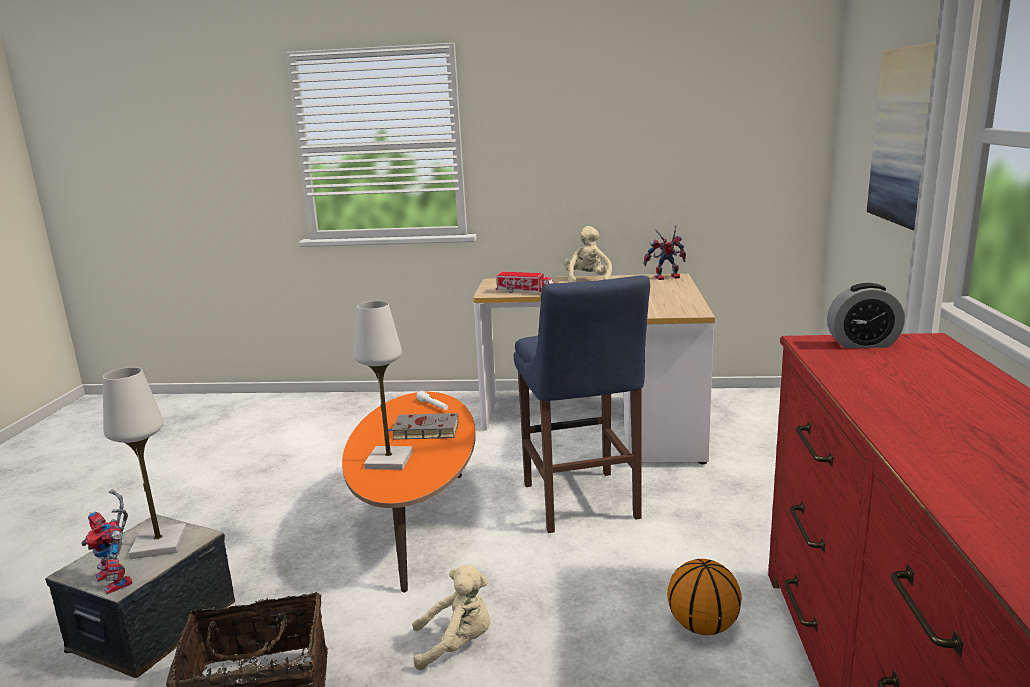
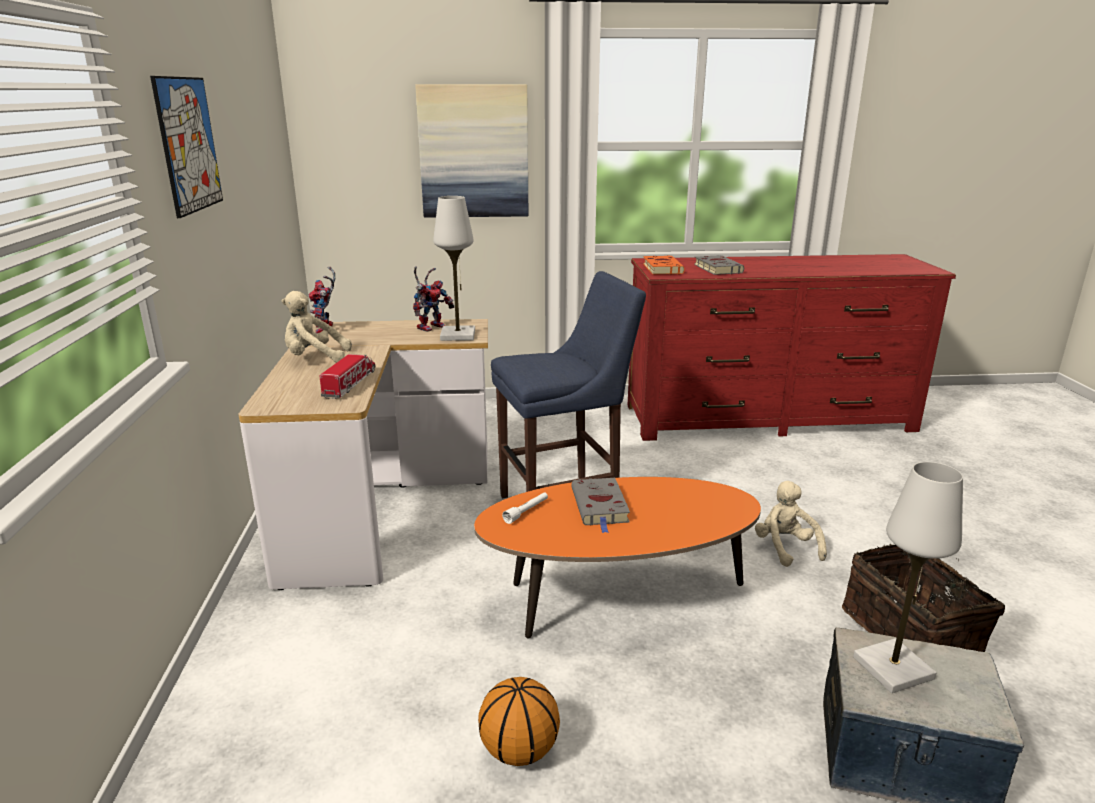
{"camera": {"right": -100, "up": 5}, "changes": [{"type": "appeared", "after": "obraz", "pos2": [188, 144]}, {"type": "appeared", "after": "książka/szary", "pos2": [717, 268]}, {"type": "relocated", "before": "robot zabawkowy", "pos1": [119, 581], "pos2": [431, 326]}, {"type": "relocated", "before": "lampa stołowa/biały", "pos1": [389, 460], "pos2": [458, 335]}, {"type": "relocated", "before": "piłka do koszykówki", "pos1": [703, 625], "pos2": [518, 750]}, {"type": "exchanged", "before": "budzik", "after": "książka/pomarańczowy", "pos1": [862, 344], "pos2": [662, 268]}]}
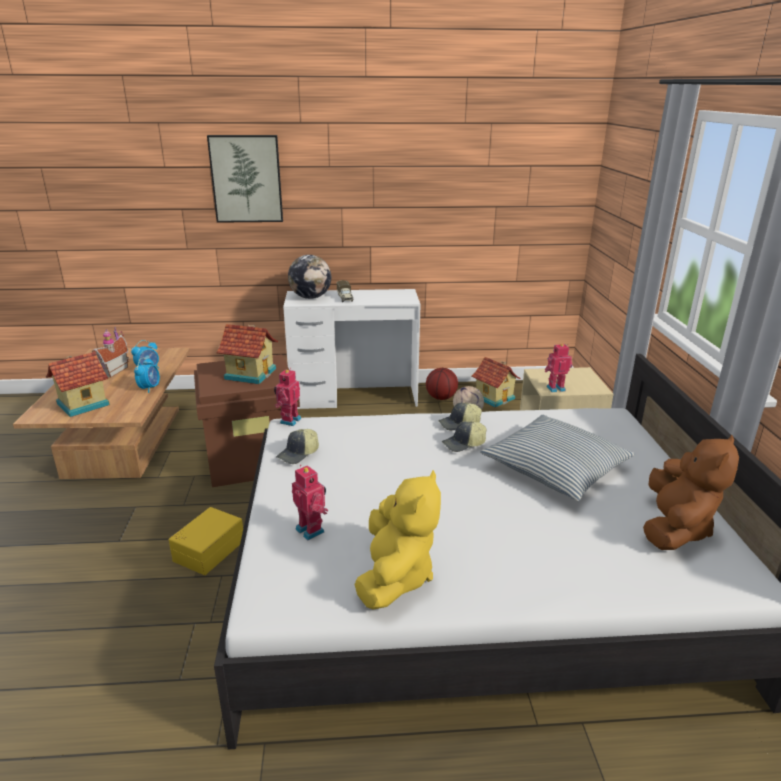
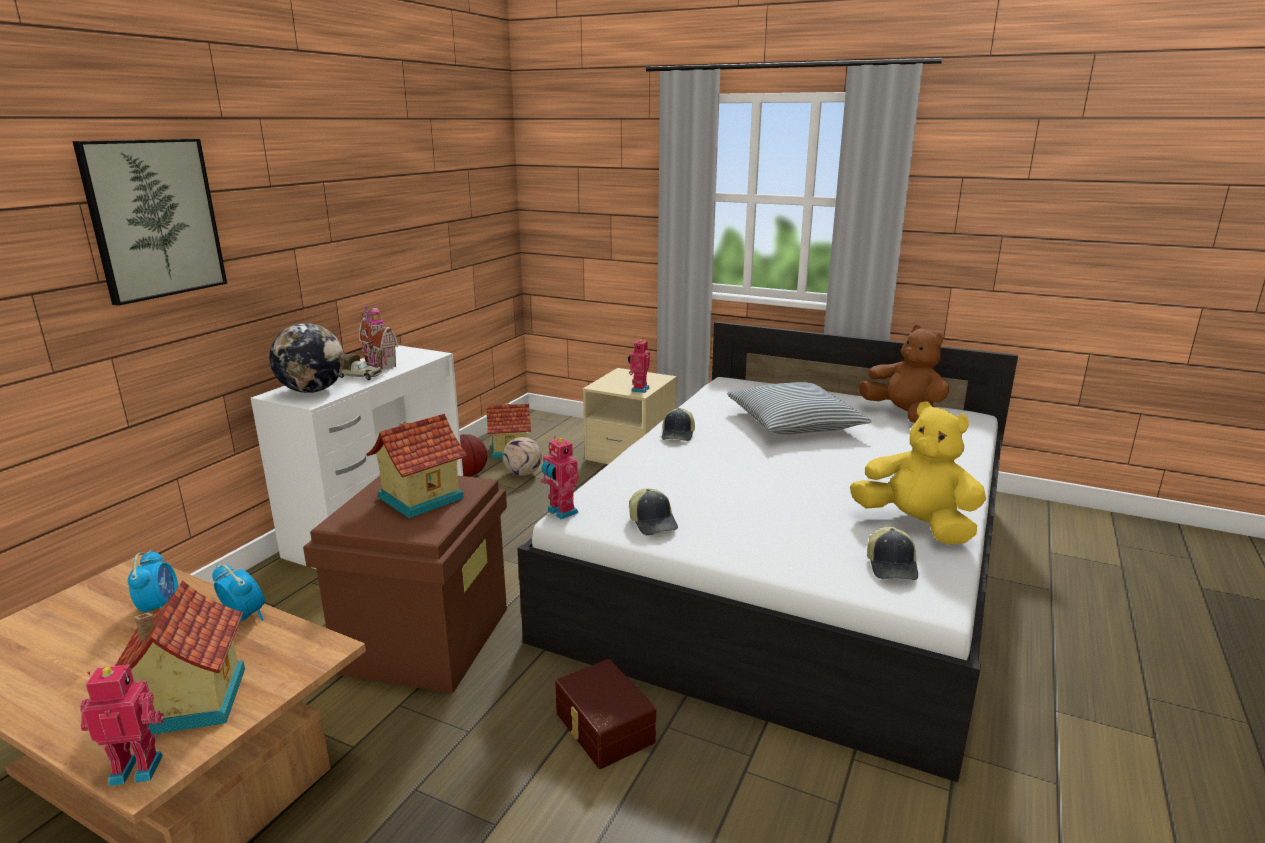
{"camera": {"right": -60, "up": -5}, "changes": [{"type": "relocated", "before": "domek", "pos1": [112, 371], "pos2": [377, 365]}, {"type": "relocated", "before": "robot zabawkowy", "pos1": [311, 529], "pos2": [137, 767]}, {"type": "relocated", "before": "czapka z daszkiem", "pos1": [464, 444], "pos2": [892, 566]}, {"type": "colour", "before": "pojemnik do przechowywania/żółty", "after": "pojemnik do przechowywania/brązowy", "pos1": [208, 550], "pos2": [602, 728]}]}
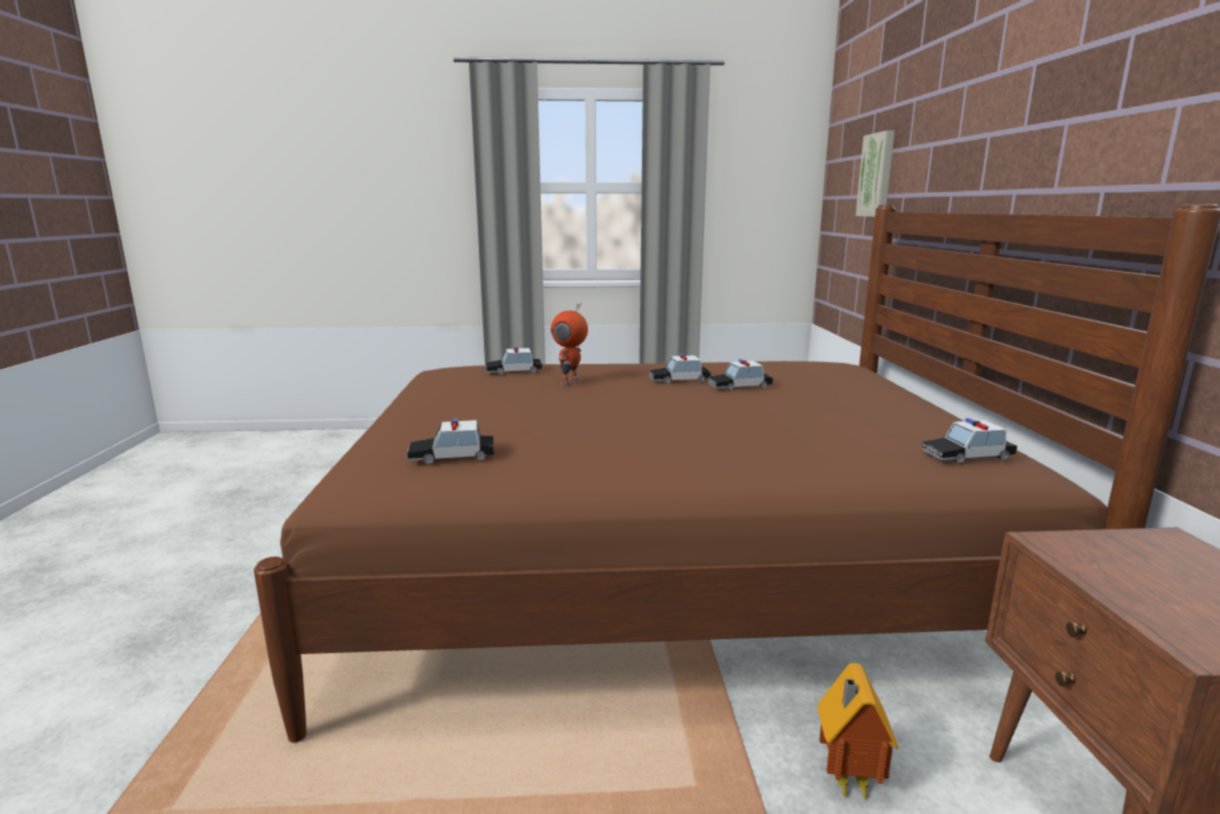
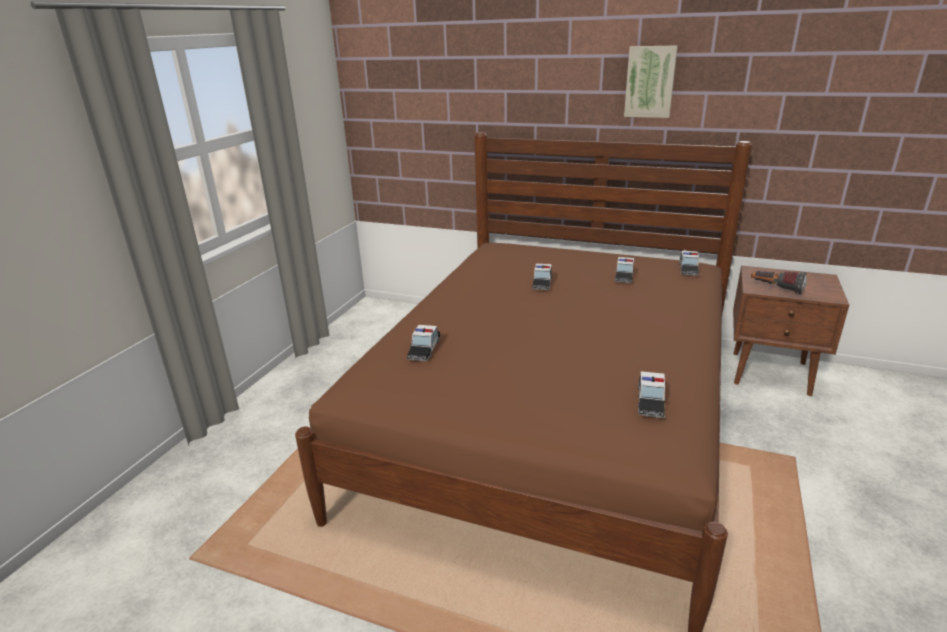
{"camera": {"right": -65, "up": 10}, "changes": [{"type": "missing", "before": "robot zabawkowy", "pos1": [570, 382]}, {"type": "missing", "before": "domek", "pos1": [846, 781]}, {"type": "appeared", "after": "latarka", "pos2": [775, 289]}, {"type": "relocated", "before": "samochodzik", "pos1": [679, 380], "pos2": [624, 276]}, {"type": "relocated", "before": "obraz", "pos1": [877, 175], "pos2": [650, 82]}]}
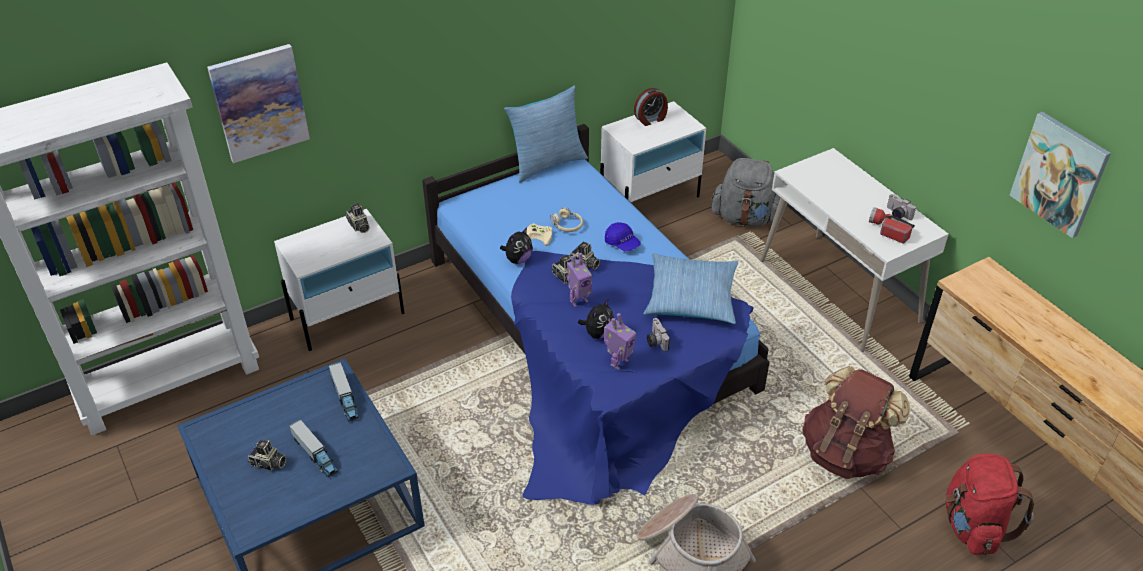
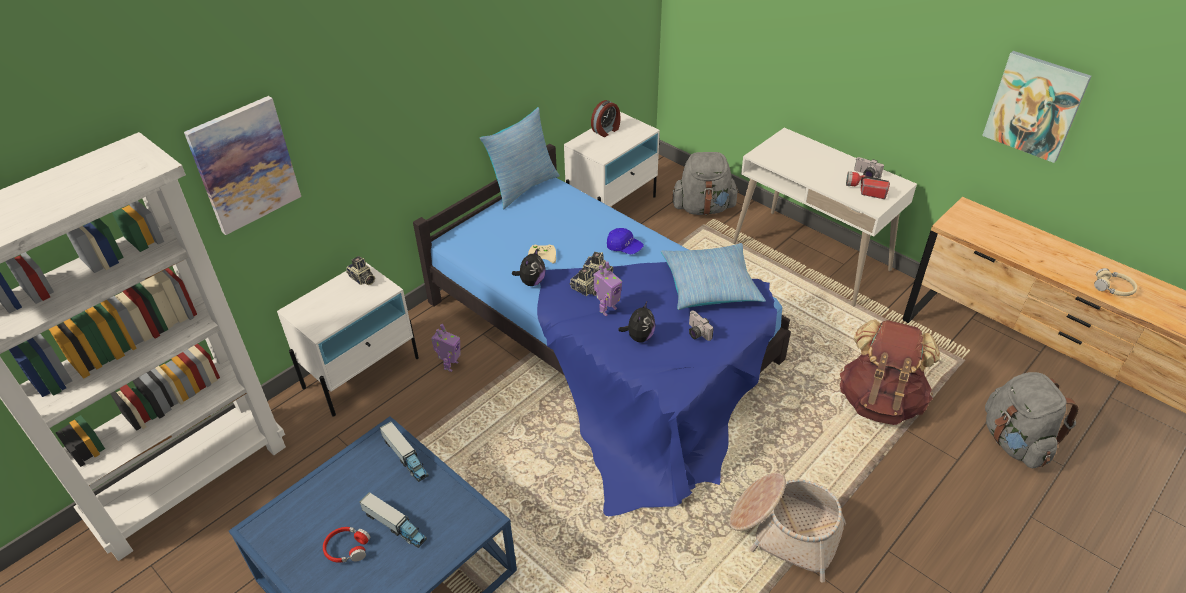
{"camera": {"right": -15, "up": 0}, "changes": [{"type": "relocated", "before": "słuchawki/beżowy", "pos1": [567, 225], "pos2": [1113, 288]}, {"type": "relocated", "before": "robot zabawkowy", "pos1": [618, 362], "pos2": [450, 365]}, {"type": "exchanged", "before": "aparat fotograficzny", "after": "słuchawki/czerwony", "pos1": [268, 464], "pos2": [347, 548]}, {"type": "colour", "before": "plecak/czerwony", "after": "plecak/szary", "pos1": [973, 526], "pos2": [1015, 442]}]}
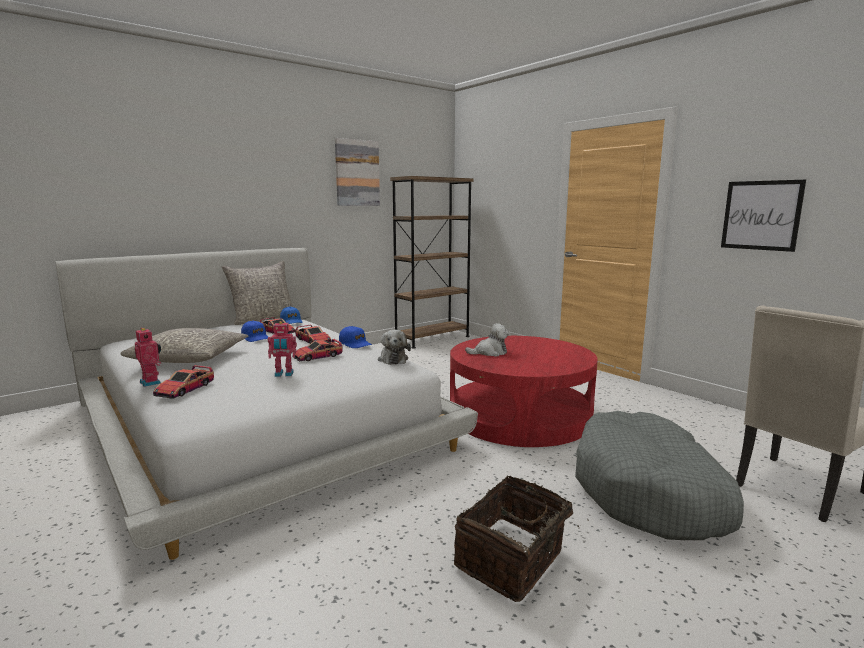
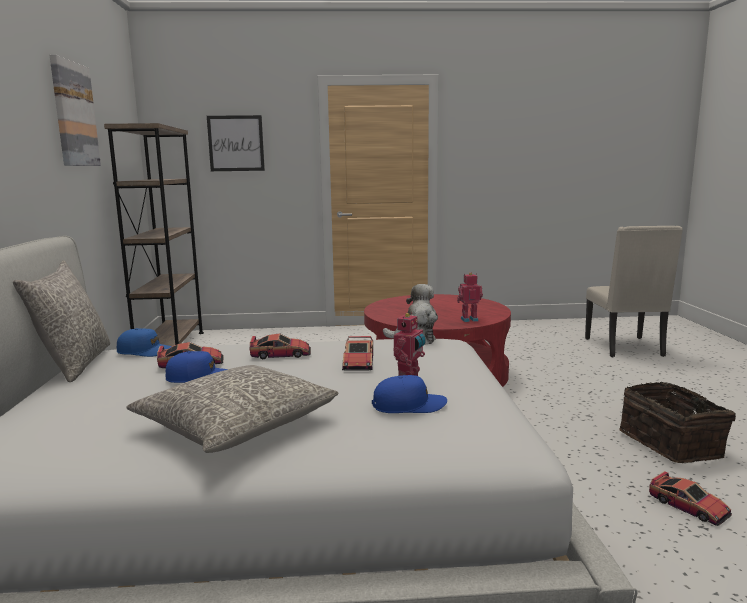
{"camera": {"right": -55, "up": 0}, "changes": [{"type": "missing", "before": "legowisko/szary", "pos1": [650, 493]}, {"type": "relocated", "before": "robot zabawkowy", "pos1": [152, 382], "pos2": [469, 319]}, {"type": "relocated", "before": "samochodzik", "pos1": [184, 389], "pos2": [689, 506]}, {"type": "relocated", "before": "czapka z daszkiem/niebieski", "pos1": [355, 344], "pos2": [409, 405]}, {"type": "relocated", "before": "obraz", "pos1": [761, 215], "pos2": [236, 143]}]}
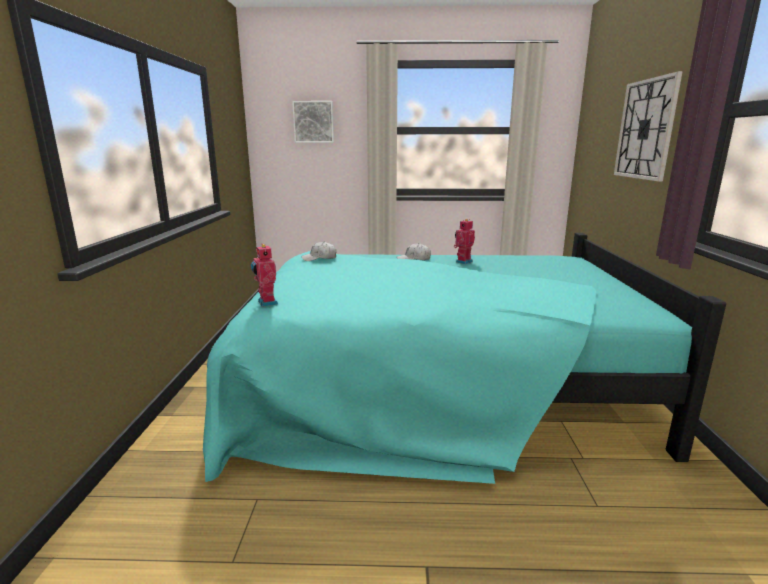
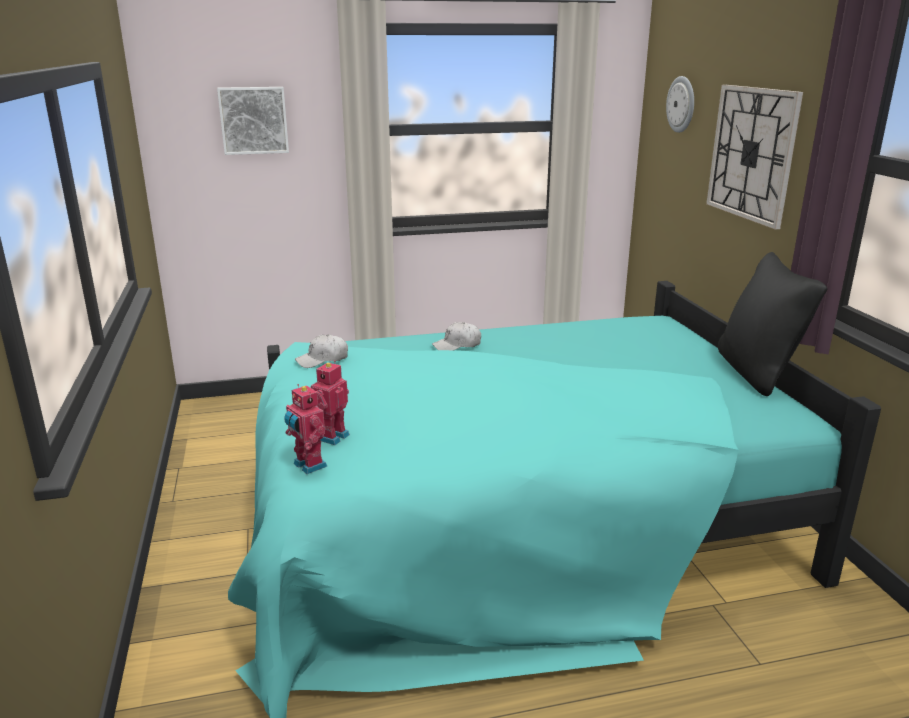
{"camera": {"right": -15, "up": 5}, "changes": [{"type": "appeared", "after": "zegar ścienny", "pos2": [681, 104]}, {"type": "appeared", "after": "poduszka/czarny", "pos2": [758, 373]}, {"type": "relocated", "before": "robot zabawkowy", "pos1": [463, 261], "pos2": [331, 437]}]}
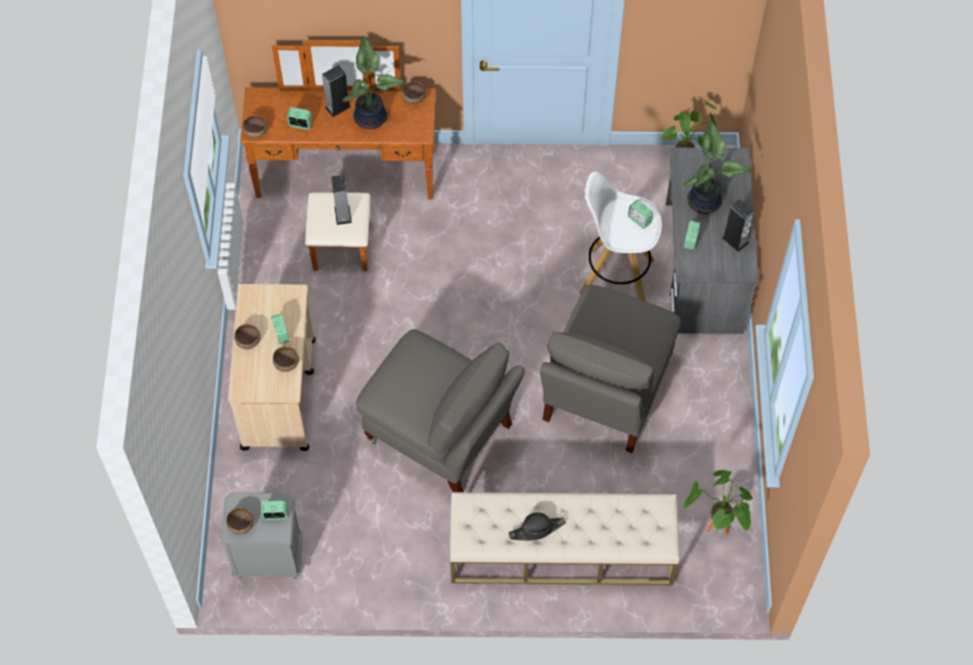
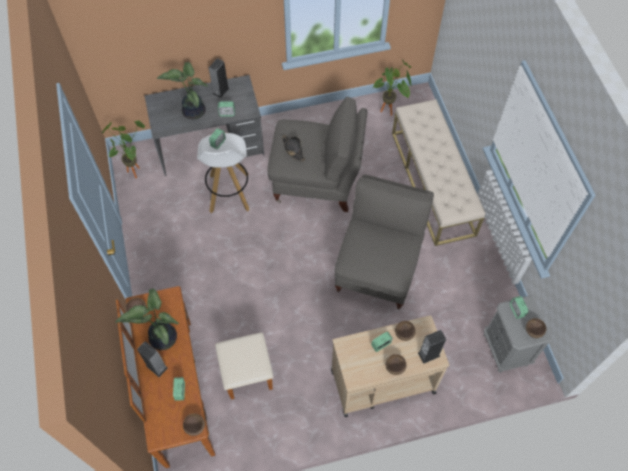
{"camera": {"right": -105, "up": 0}, "changes": [{"type": "relocated", "before": "głośnik", "pos1": [343, 214], "pos2": [428, 354]}, {"type": "relocated", "before": "kapelusz/czarny", "pos1": [537, 529], "pos2": [293, 149]}]}
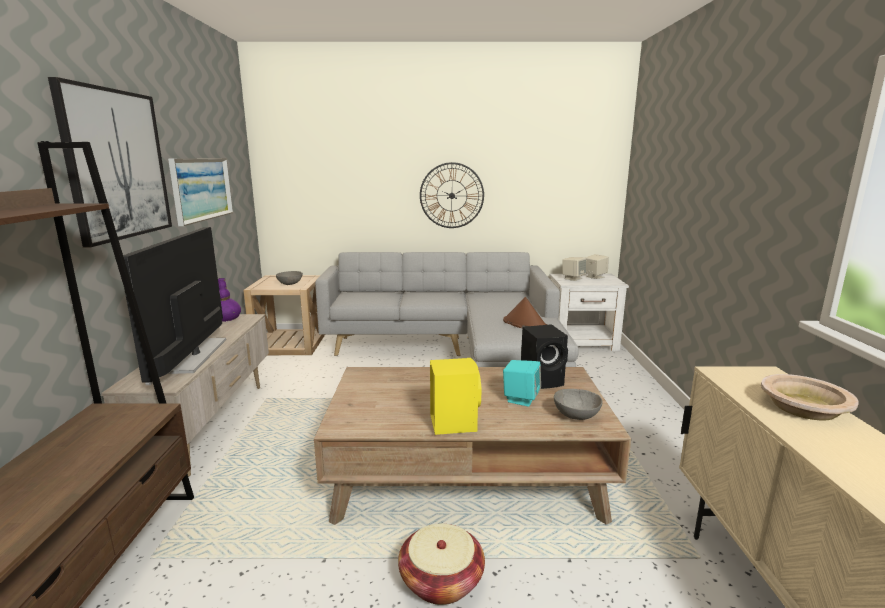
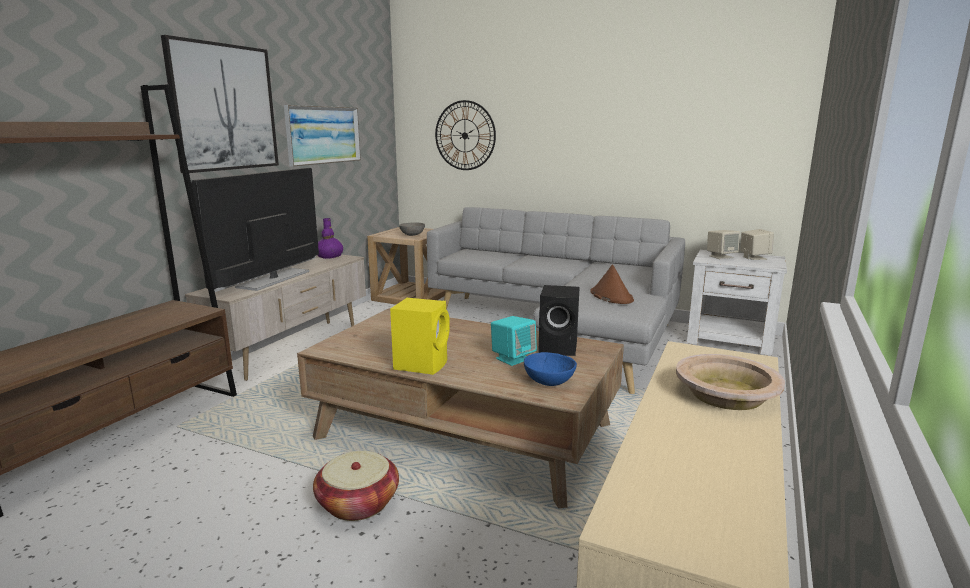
{"camera": {"right": 25, "up": 0}, "changes": [{"type": "relocated", "before": "zegar ścienny", "pos1": [451, 195], "pos2": [465, 135]}, {"type": "colour", "before": "miska/szary", "after": "miska/niebieski", "pos1": [575, 416], "pos2": [548, 382]}]}
